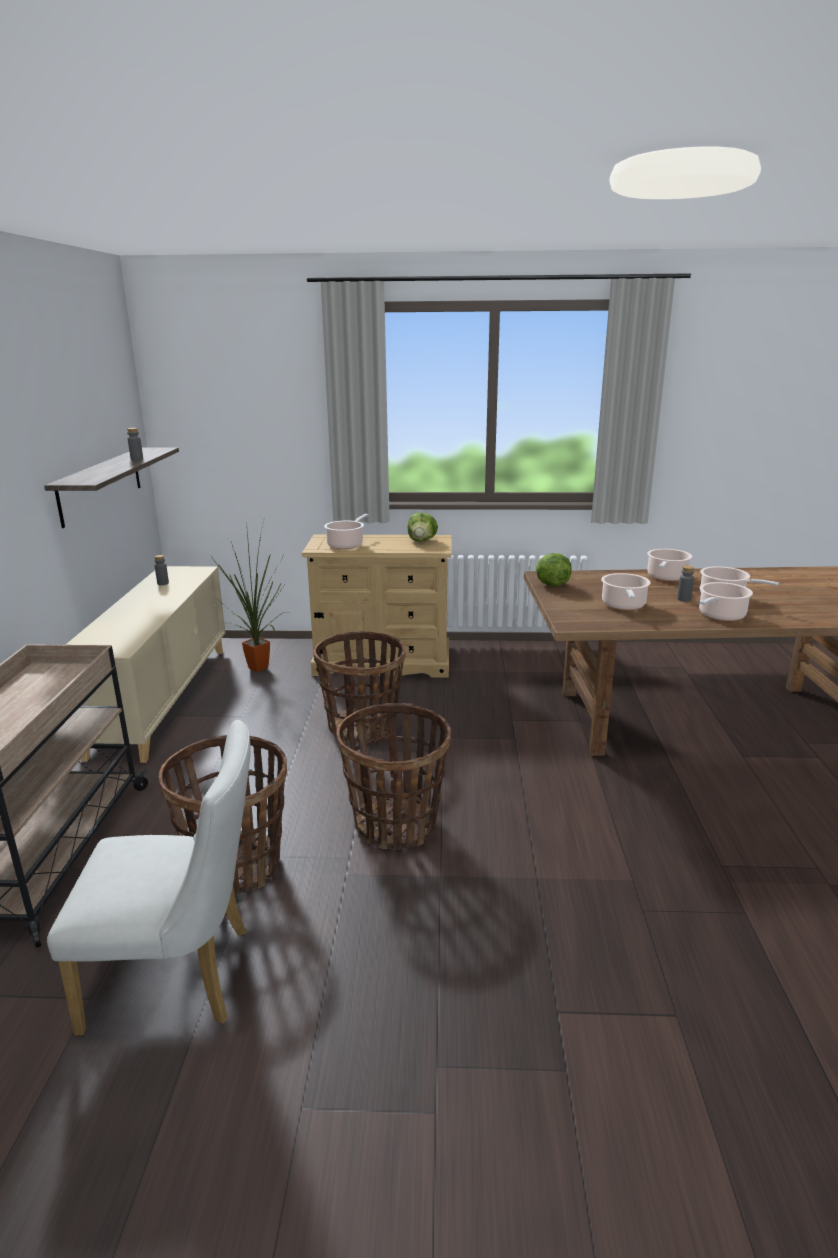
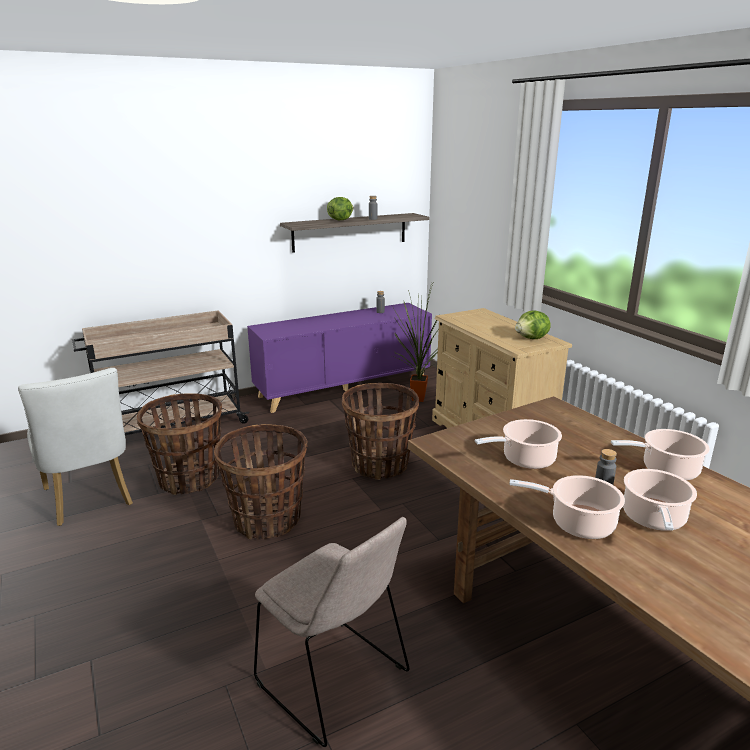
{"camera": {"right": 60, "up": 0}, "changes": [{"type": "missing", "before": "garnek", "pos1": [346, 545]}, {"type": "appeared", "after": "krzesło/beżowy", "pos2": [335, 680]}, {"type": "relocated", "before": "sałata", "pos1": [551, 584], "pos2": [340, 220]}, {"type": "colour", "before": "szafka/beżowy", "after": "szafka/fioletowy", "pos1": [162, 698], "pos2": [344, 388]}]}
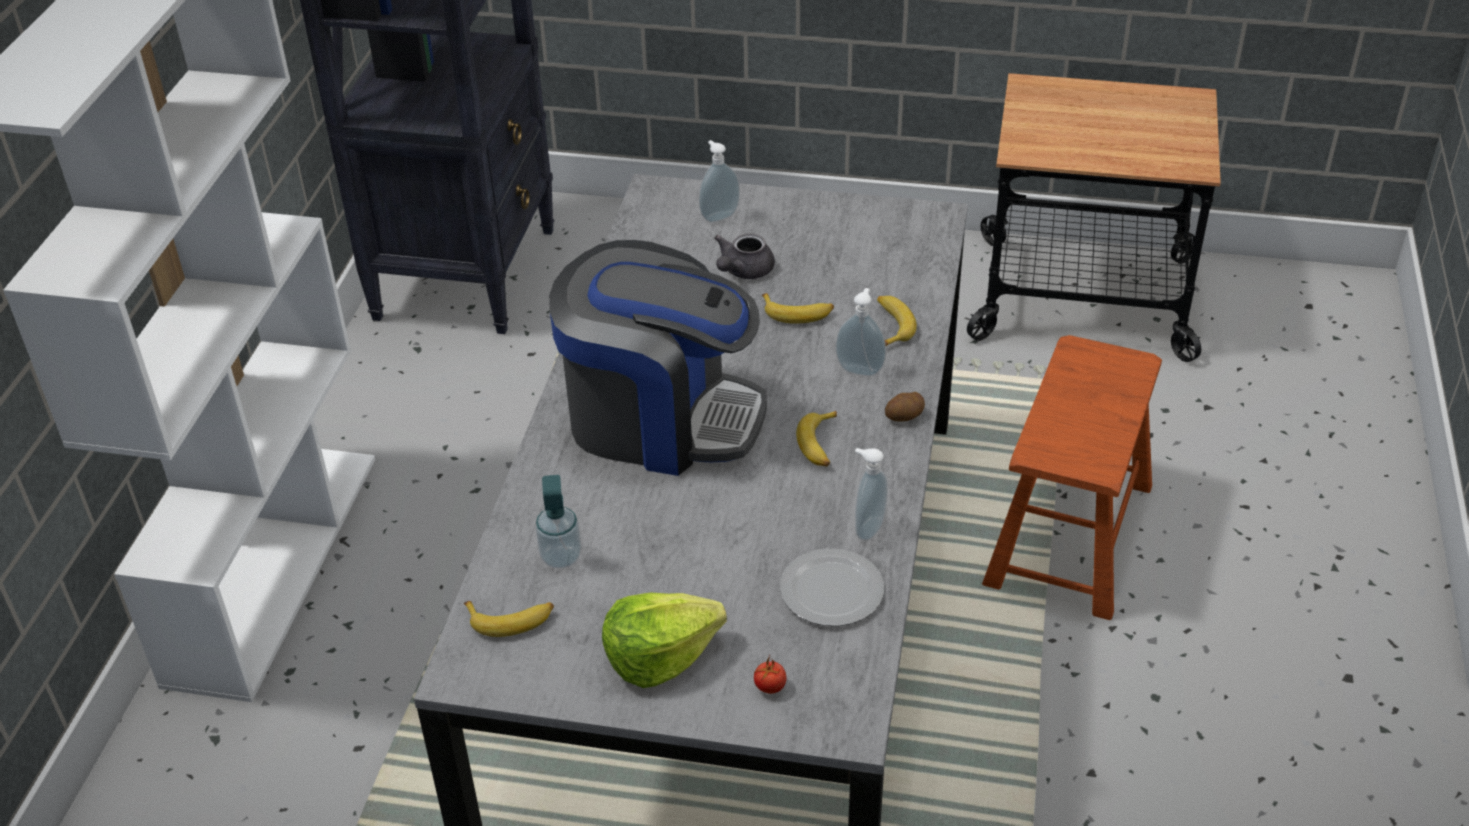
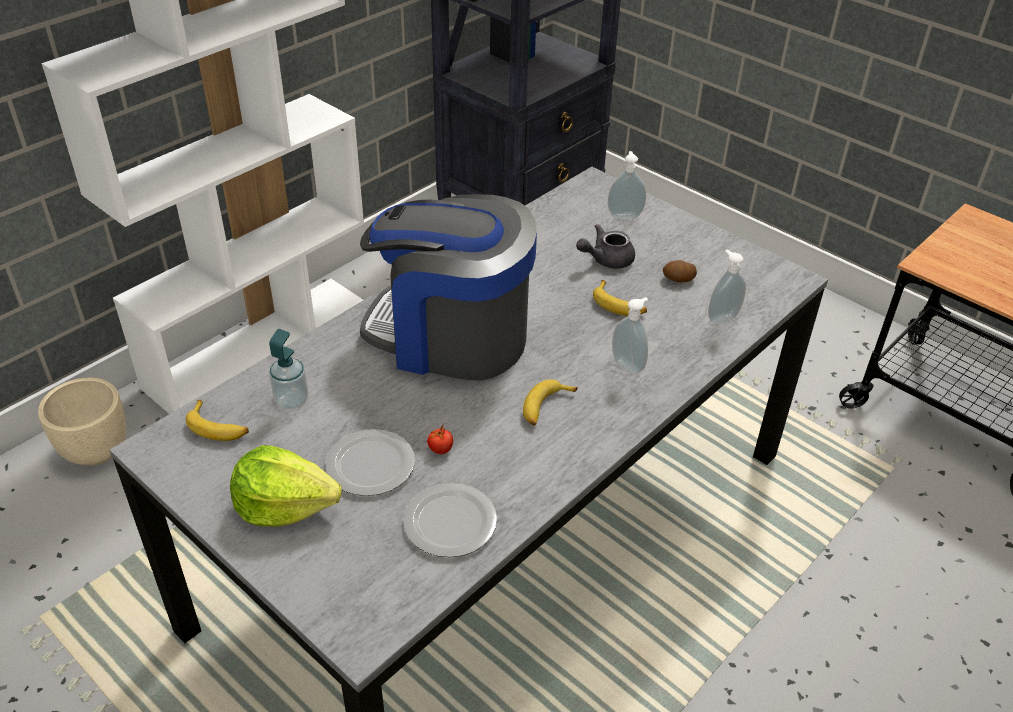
{"camera": {"right": 30, "up": 0}, "changes": [{"type": "missing", "before": "banan", "pos1": [891, 325]}, {"type": "missing", "before": "stołek/brązowy", "pos1": [1069, 534]}, {"type": "appeared", "after": "donica/beżowy", "pos2": [97, 452]}, {"type": "appeared", "after": "talerz", "pos2": [369, 466]}, {"type": "relocated", "before": "pomidor", "pos1": [769, 687], "pos2": [440, 449]}, {"type": "relocated", "before": "dozownik mydła", "pos1": [867, 528], "pos2": [721, 317]}, {"type": "relocated", "before": "ziemniak", "pos1": [905, 417], "pos2": [678, 279]}, {"type": "spun", "before": "ekspres do kawy", "pos1": [661, 418], "pos2": [450, 336], "turn": 150}]}
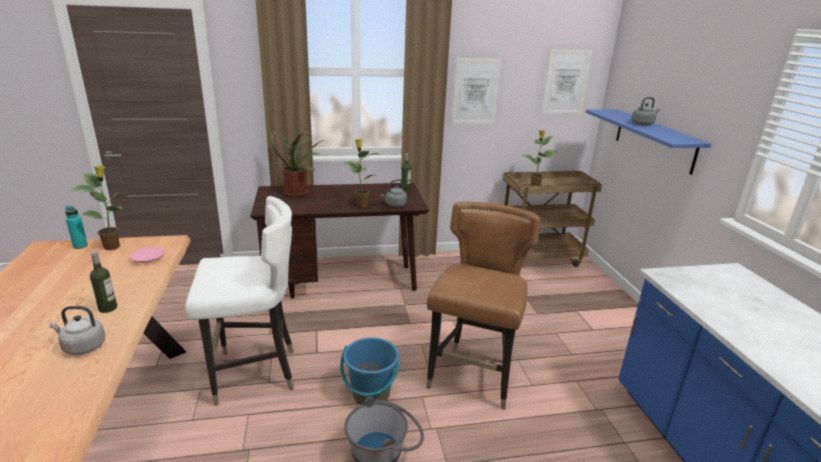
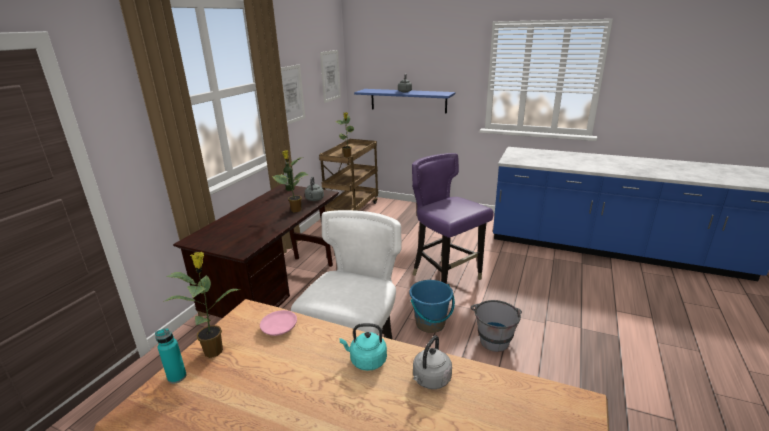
{"camera": {"right": -55, "up": 0}, "changes": [{"type": "missing", "before": "roślina doniczkowa", "pos1": [298, 193]}, {"type": "exchanged", "before": "butelka", "after": "czajnik/turkusowy", "pos1": [108, 308], "pos2": [366, 361]}, {"type": "colour", "before": "krzesło/brązowy", "after": "krzesło/fioletowy", "pos1": [473, 377], "pos2": [446, 278]}]}
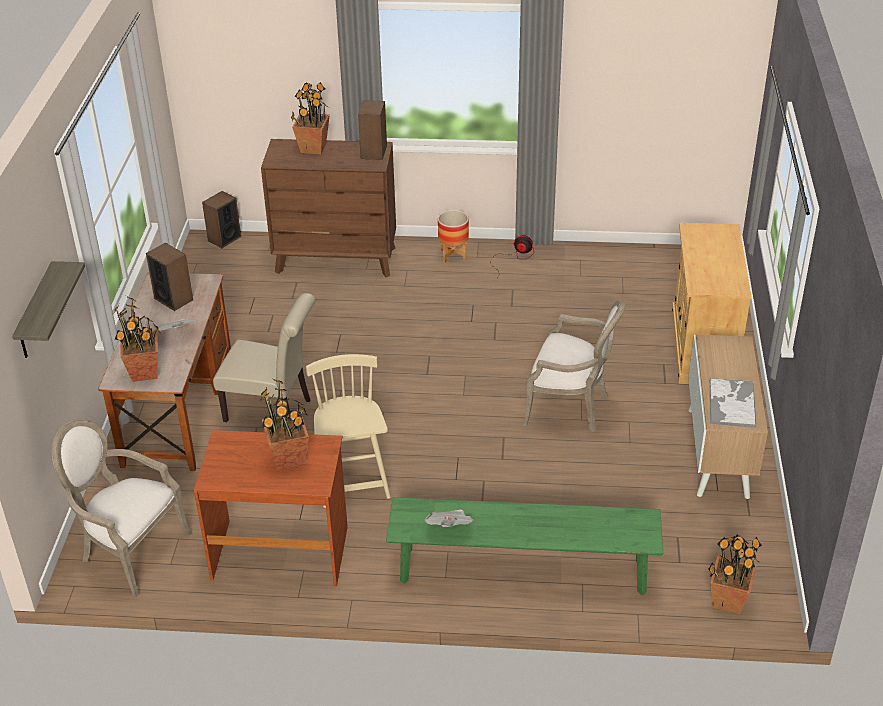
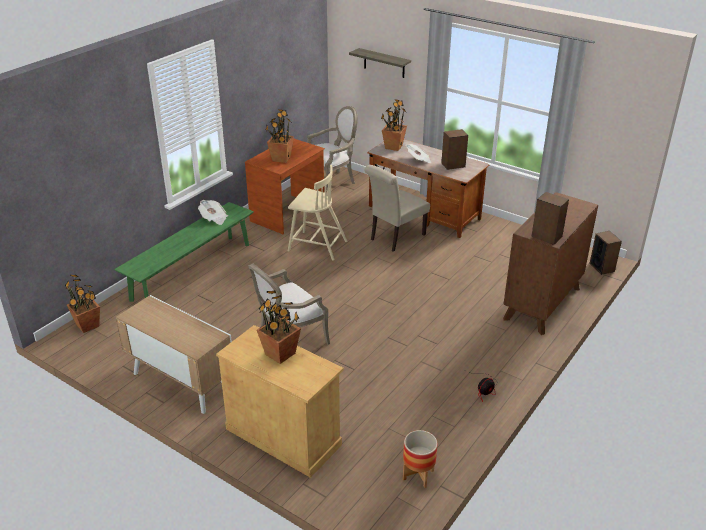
{"camera": {"right": 120, "up": -5}, "changes": [{"type": "missing", "before": "taca", "pos1": [731, 403]}, {"type": "relocated", "before": "roślina doniczkowa", "pos1": [313, 148], "pos2": [281, 354]}, {"type": "relocated", "before": "donica", "pos1": [453, 255], "pos2": [418, 475]}]}
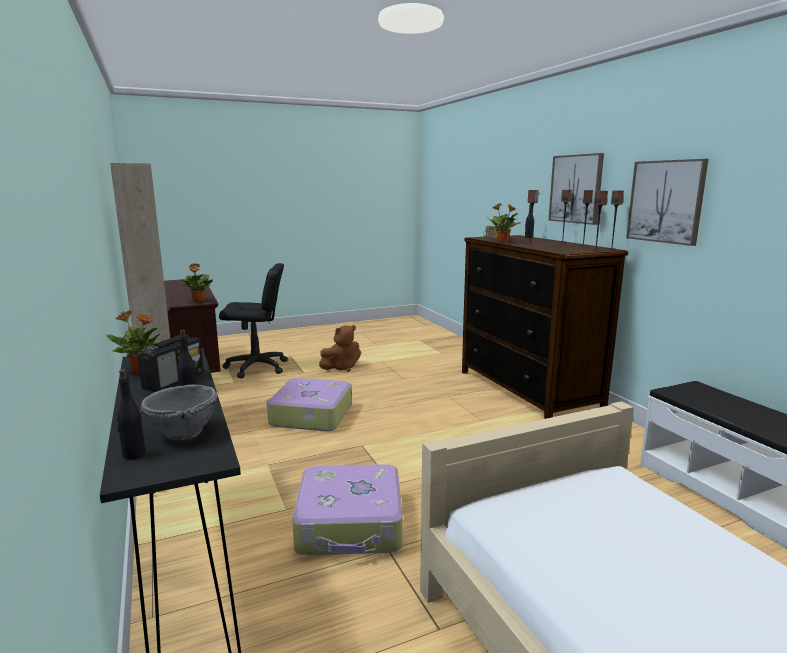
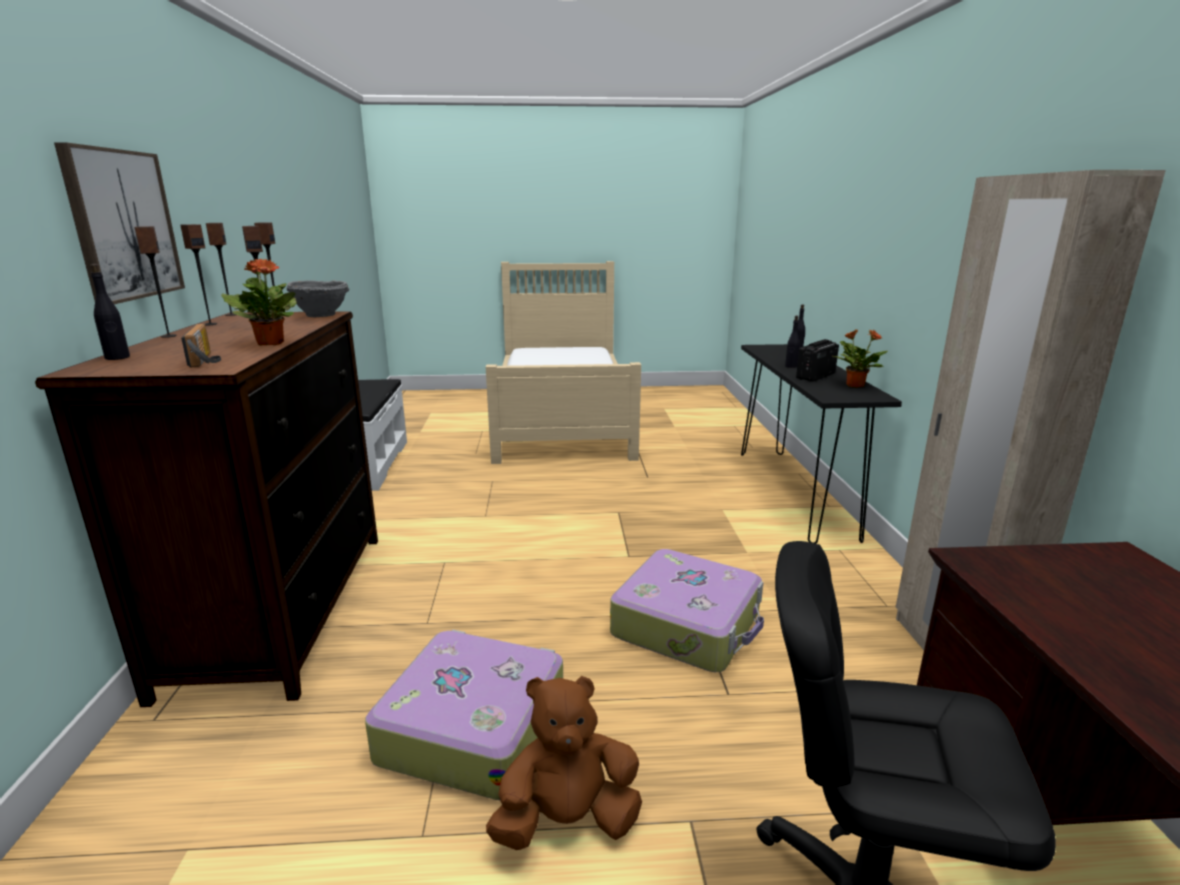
{"camera": {"right": -160, "up": 5}, "changes": [{"type": "missing", "before": "roślina doniczkowa", "pos1": [198, 301]}, {"type": "missing", "before": "obraz", "pos1": [666, 201]}, {"type": "relocated", "before": "miska/szary", "pos1": [183, 433], "pos2": [322, 315]}, {"type": "relocated", "before": "walizka", "pos1": [350, 524], "pos2": [473, 727]}]}
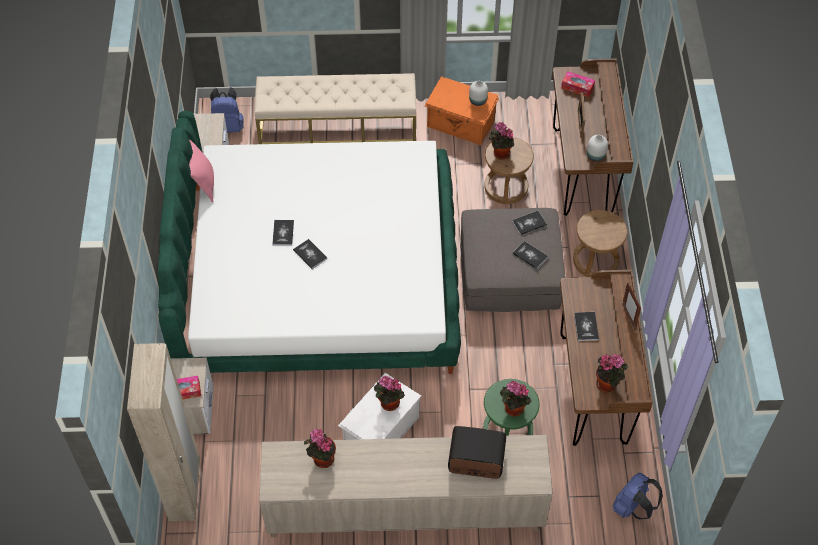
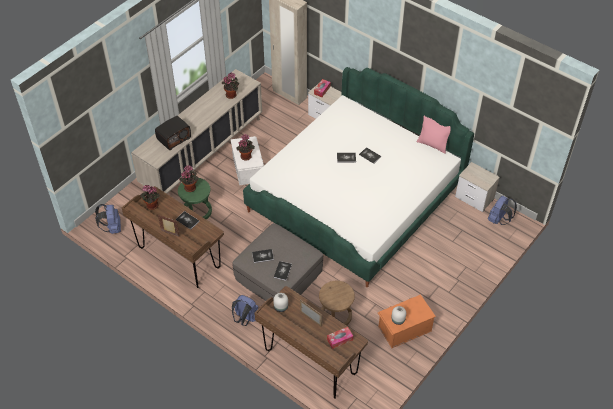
{"camera": {"right": 130, "up": -5}, "changes": [{"type": "missing", "before": "ławka/beżowy", "pos1": [338, 126]}, {"type": "missing", "before": "roślina doniczkowa", "pos1": [500, 153]}, {"type": "exchanged", "before": "stołek/brązowy", "after": "plecak/niebieski", "pos1": [596, 261], "pos2": [245, 319]}]}
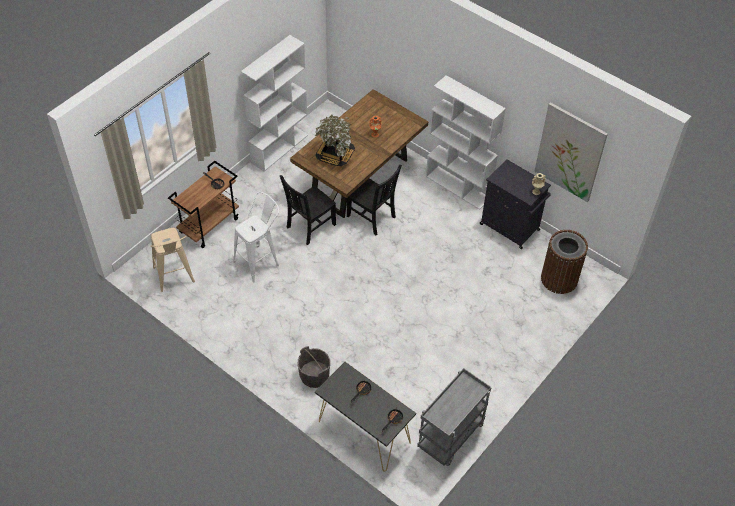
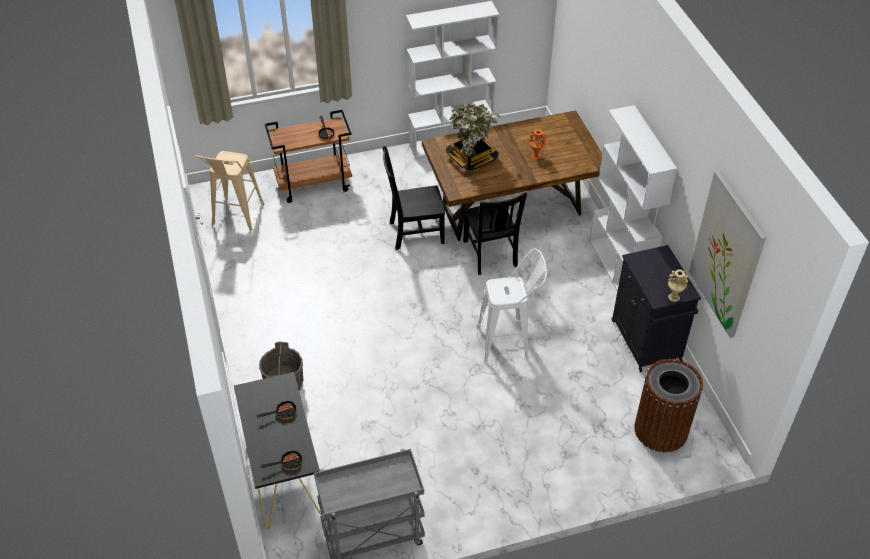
{"camera": {"right": 35, "up": -5}, "changes": [{"type": "relocated", "before": "stołek/biały", "pos1": [260, 261], "pos2": [509, 341]}]}
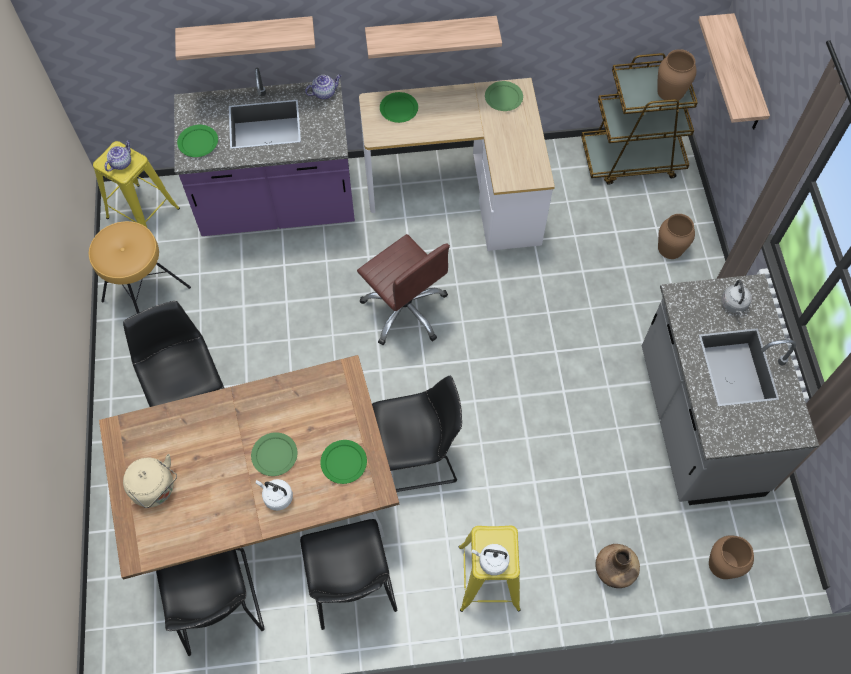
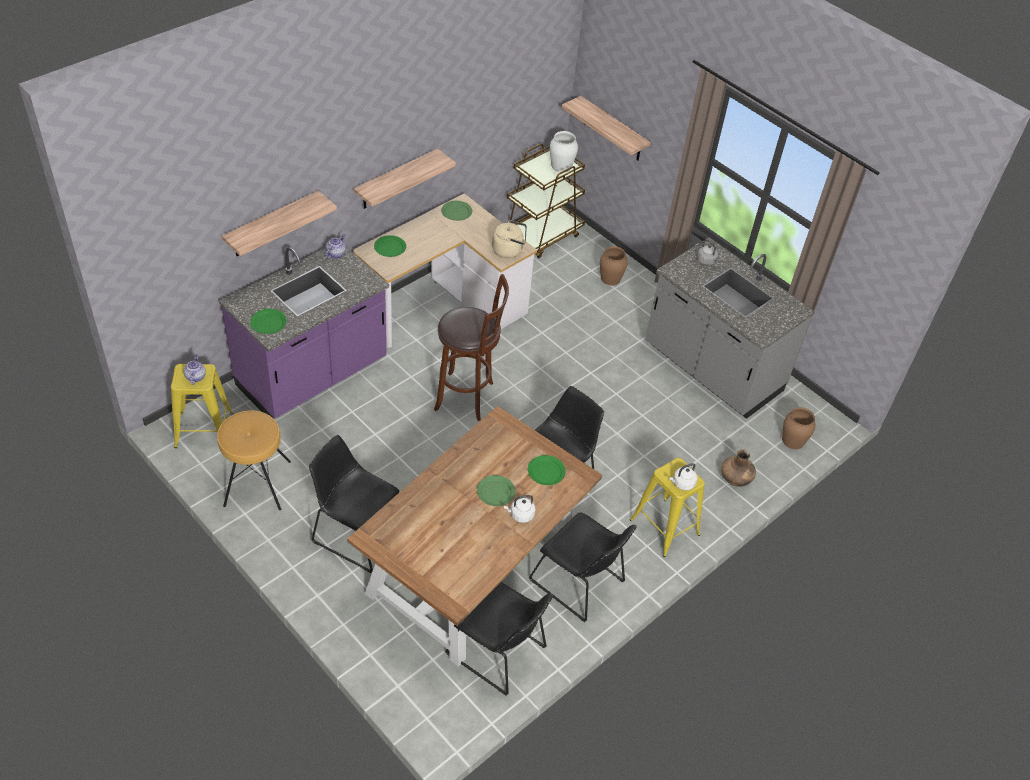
{"camera": {"right": -40, "up": -15}, "changes": [{"type": "relocated", "before": "czajnik/beżowy", "pos1": [156, 489], "pos2": [509, 250]}, {"type": "exchanged", "before": "krzesło biurowe/brązowy", "after": "stołek/brązowy", "pos1": [405, 309], "pos2": [467, 397]}, {"type": "colour", "before": "wazon/brązowy", "after": "wazon/biały", "pos1": [670, 91], "pos2": [561, 166]}]}
